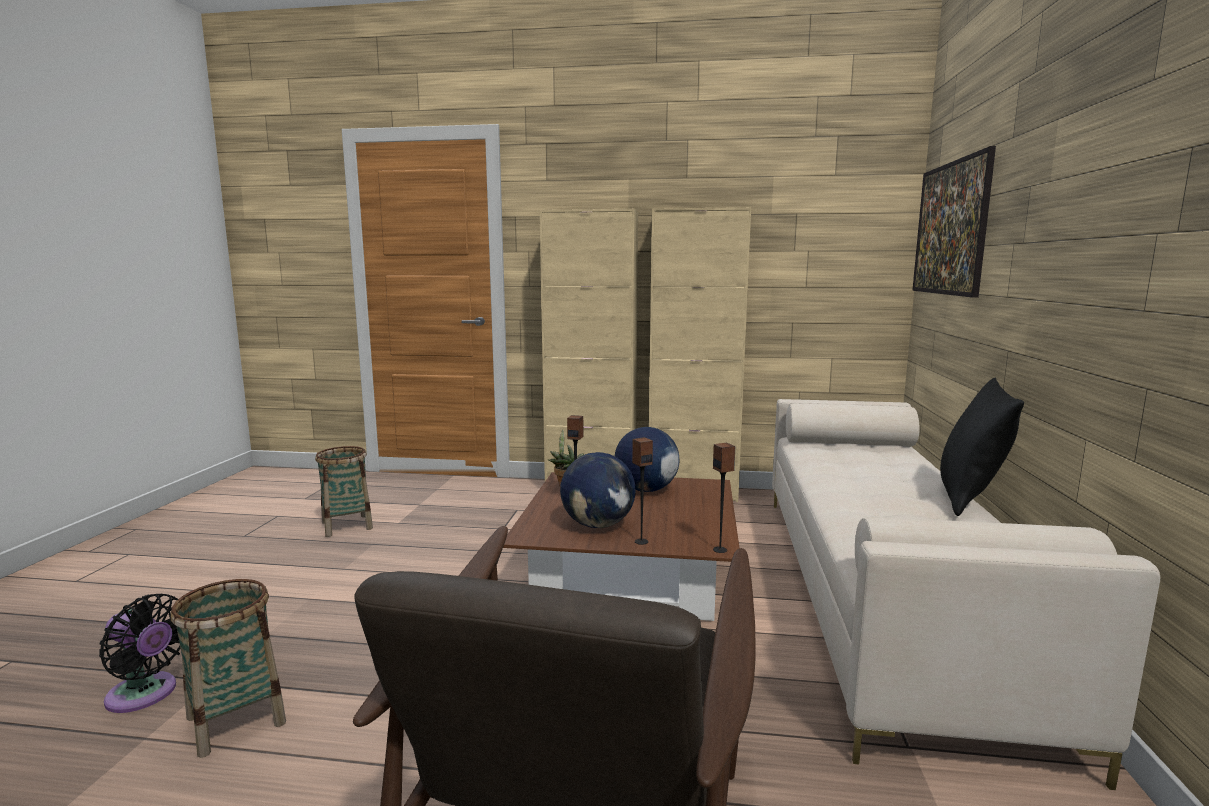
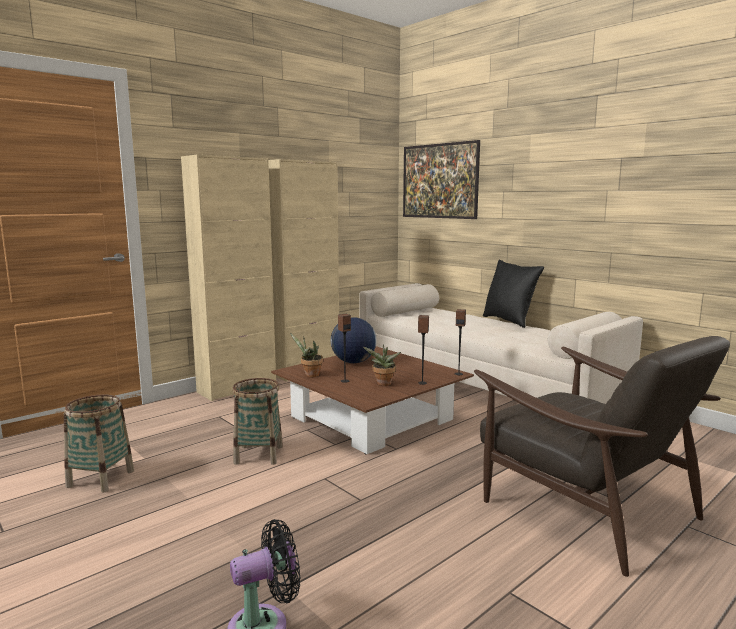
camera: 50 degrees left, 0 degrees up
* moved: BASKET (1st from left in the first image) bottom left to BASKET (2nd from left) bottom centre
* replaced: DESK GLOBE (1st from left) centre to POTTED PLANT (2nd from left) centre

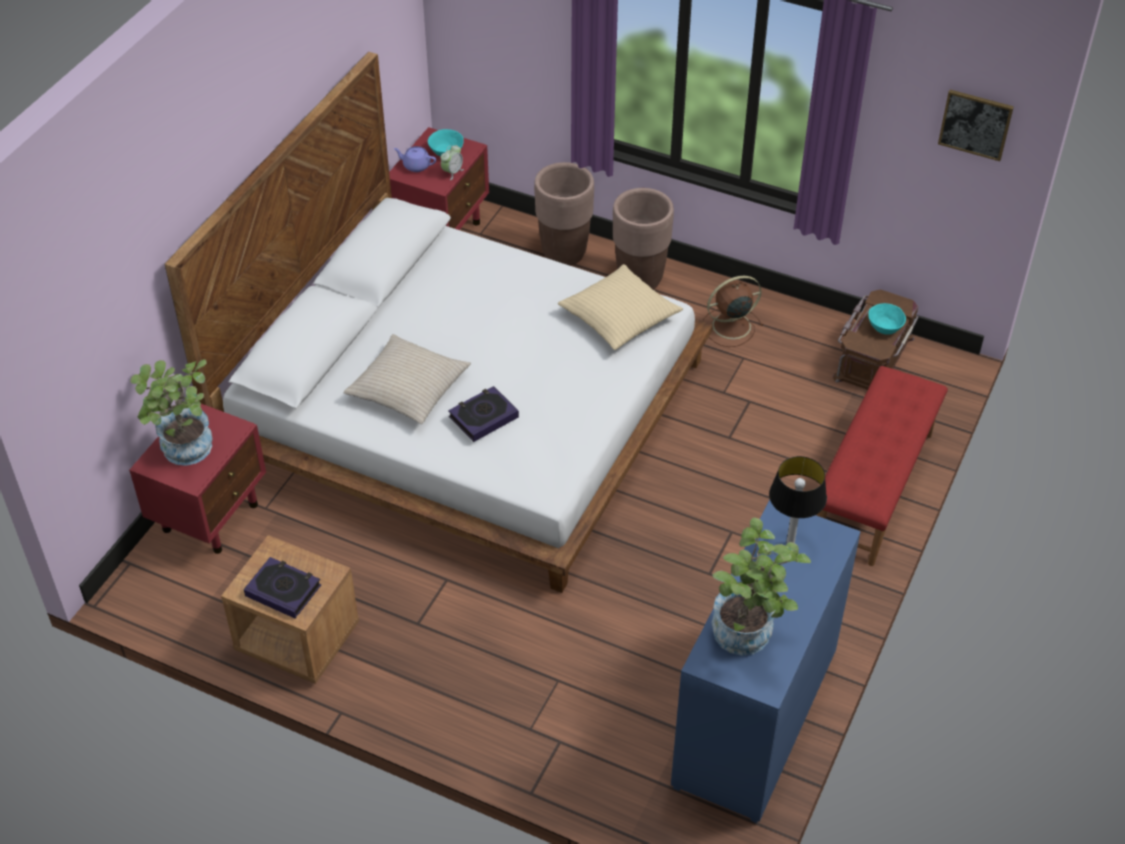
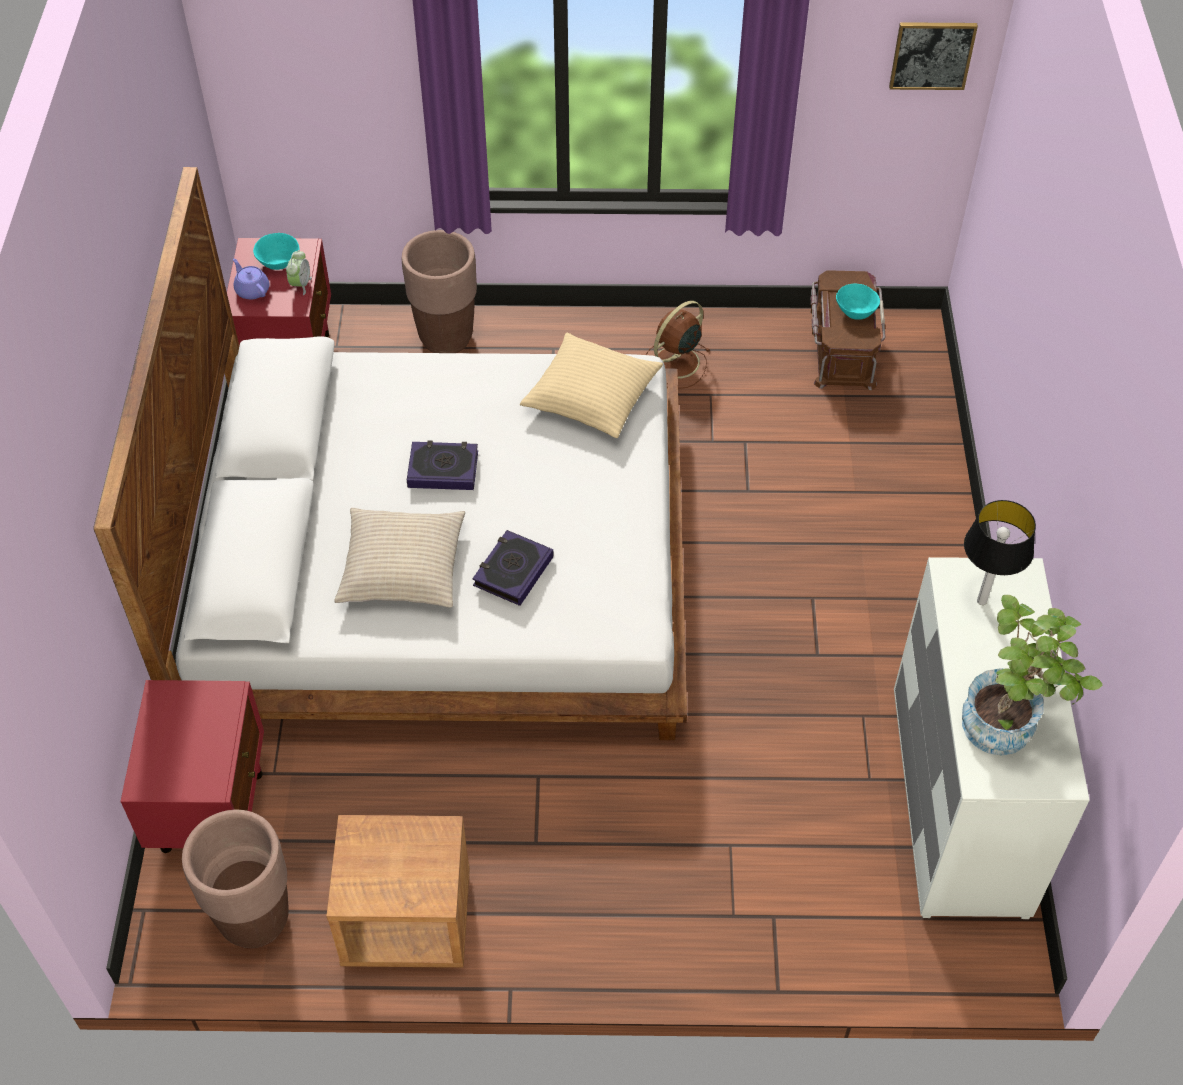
camera: 25 degrees left, 5 degrees up
* moved: BROWN PLANTER (2nd from left in the first image) top centre to BROWN PLANTER (1st from left) bottom left
* turned: PURPLE-COLOURED TEA POT top centre = top left 60 degrees clockwise
* moved: BOOK (1st from left) bottom left to centre
* recoloured: BLUE CHEST OF DRAWERS bottom right to WHITE-COLOURED CHEST OF DRAWERS bottom right
* removed: POTTED PLANT (1st from left) middle left
* removed: REDDISH INDOOR BENCH middle right

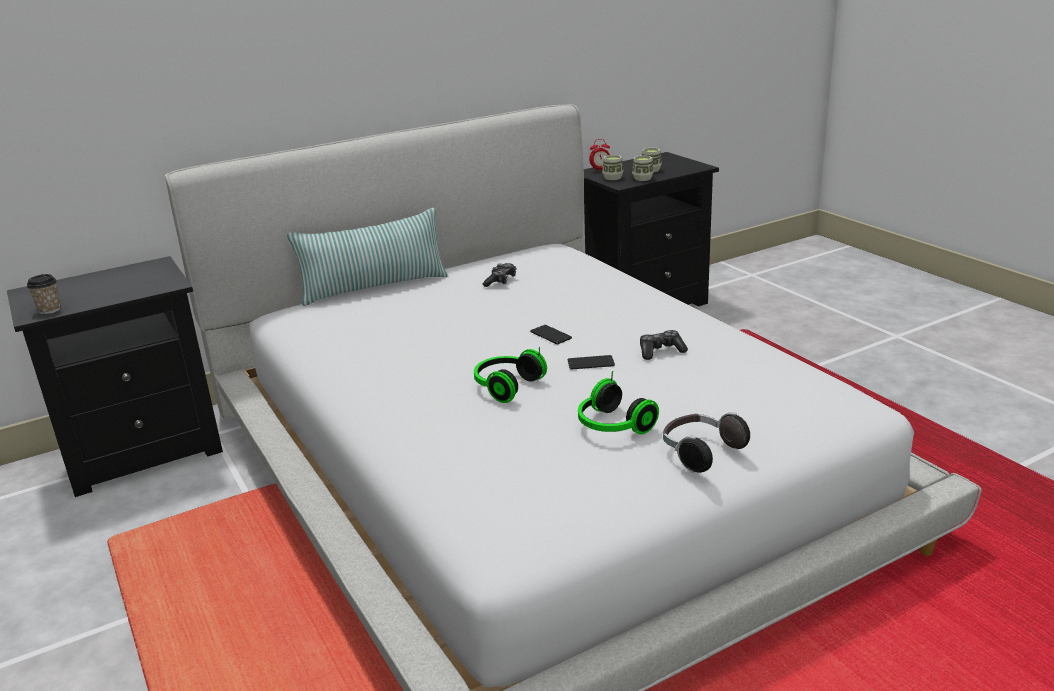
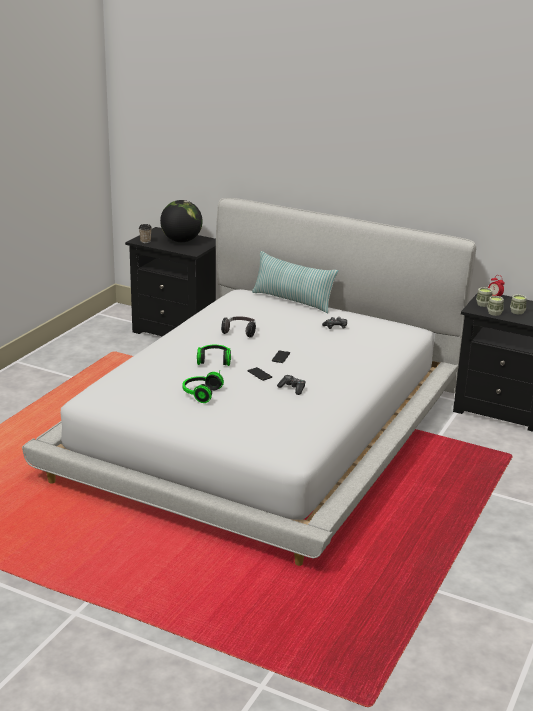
camera: 55 degrees right, 0 degrees up
* added: DESK GLOBE top centre
* moved: HEADSET (3rd from left) middle right to centre

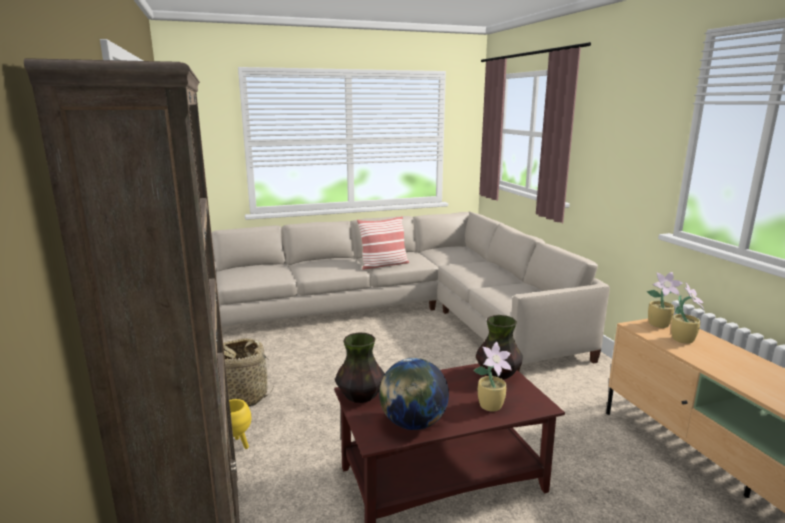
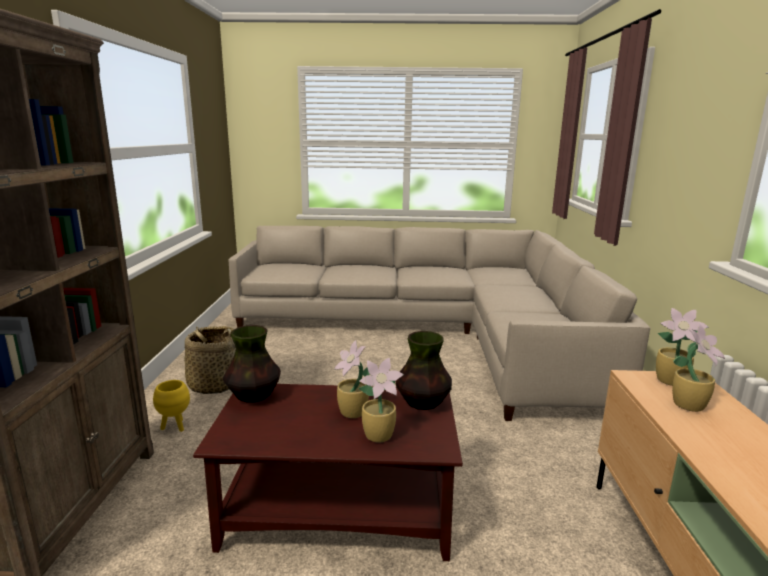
camera: 20 degrees right, 0 degrees up
* added: POTTED PLANT (1st from left) centre
* removed: THROW PILLOW centre
* removed: DESK GLOBE bottom centre

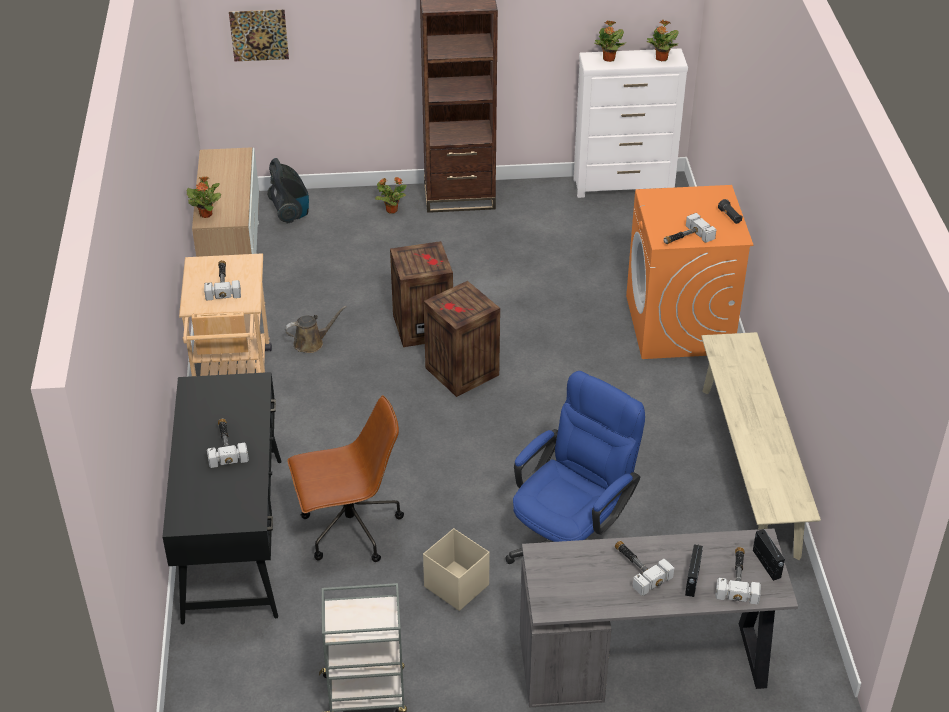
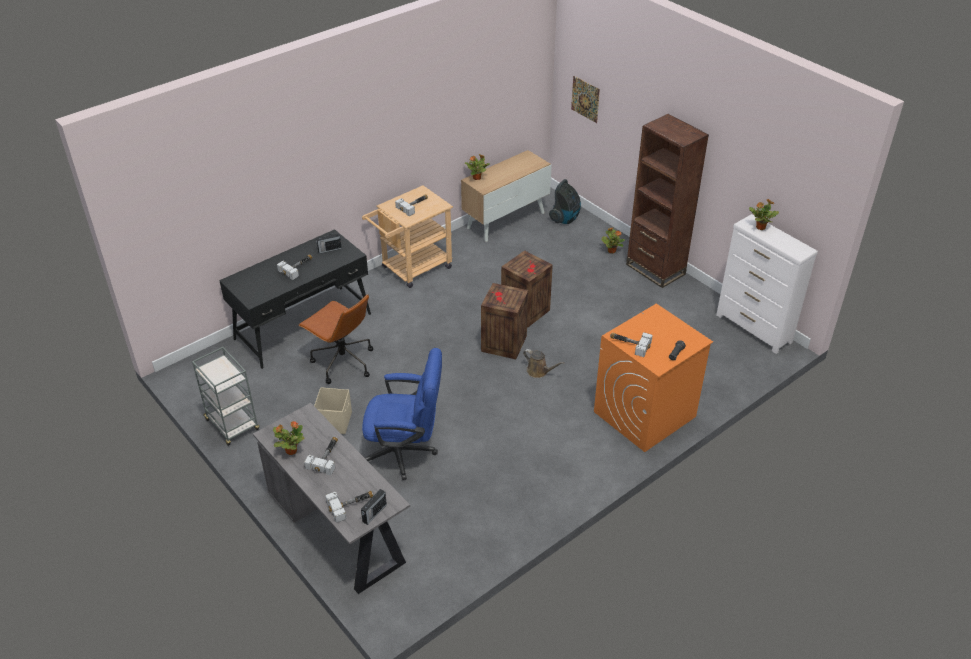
camera: 55 degrees right, 0 degrees up
* moved: POTTED PLANT (4th from left in the first image) top right to POTTED PLANT (1st from left) middle left
* moved: RADIO (1st from left) bottom right to centre
* moved: BROWN WATERING CAN middle left to centre
* removed: BEIGE INDOOR BENCH middle right

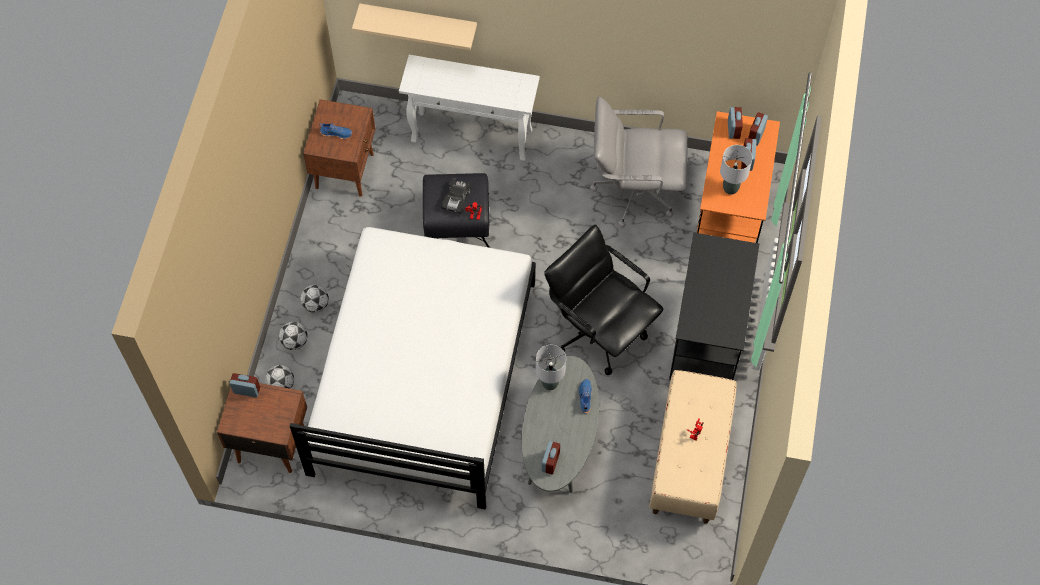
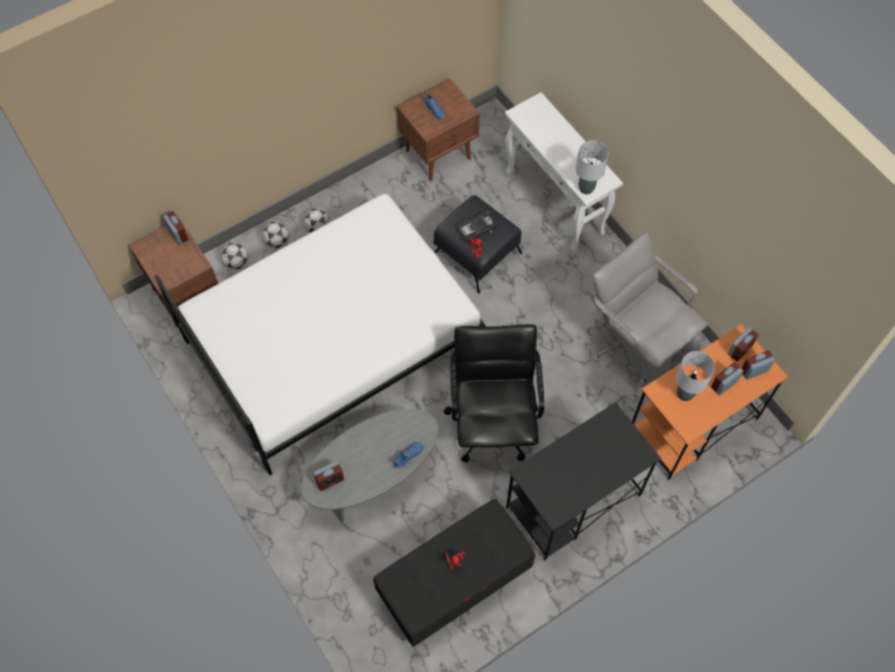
camera: 45 degrees right, 0 degrees up
* recoloured: BEIGE INDOOR BENCH bottom centre to BLACK-COLOURED INDOOR BENCH bottom centre
* moved: GREYISH TABLE LAMP (1st from left) centre to top centre
* removed: BEIGE SHELF top centre

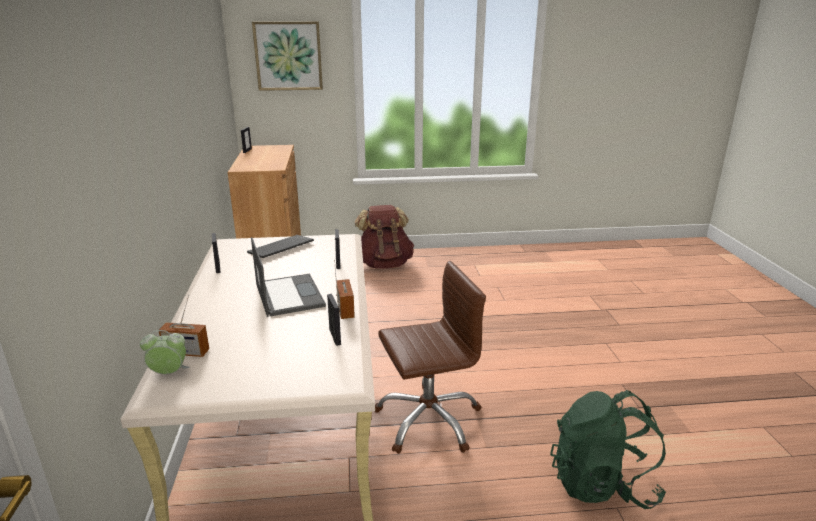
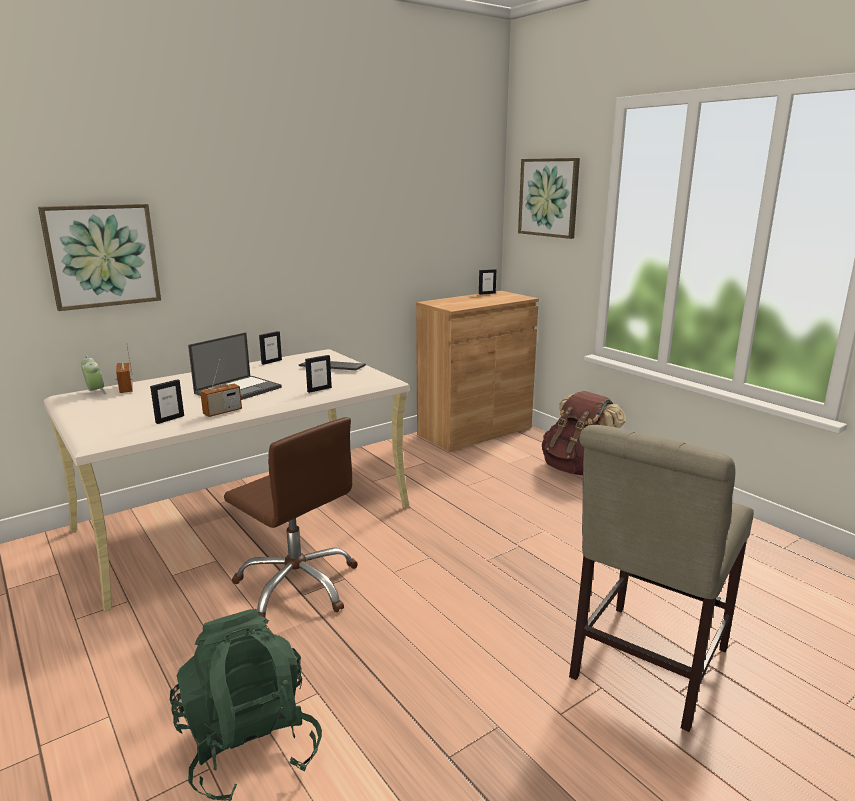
camera: 60 degrees right, 5 degrees down
* added: PICTURE (1st from left) top left
* added: BEIGE PLAIN CHAIR bottom right

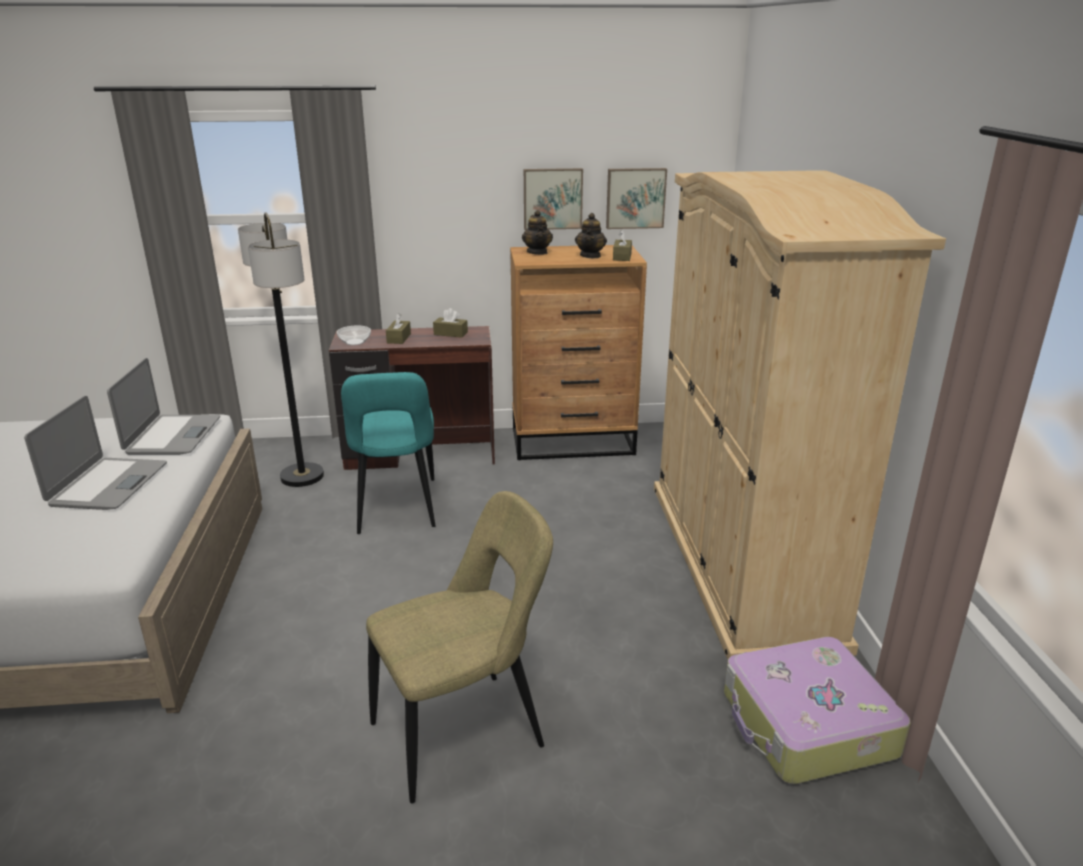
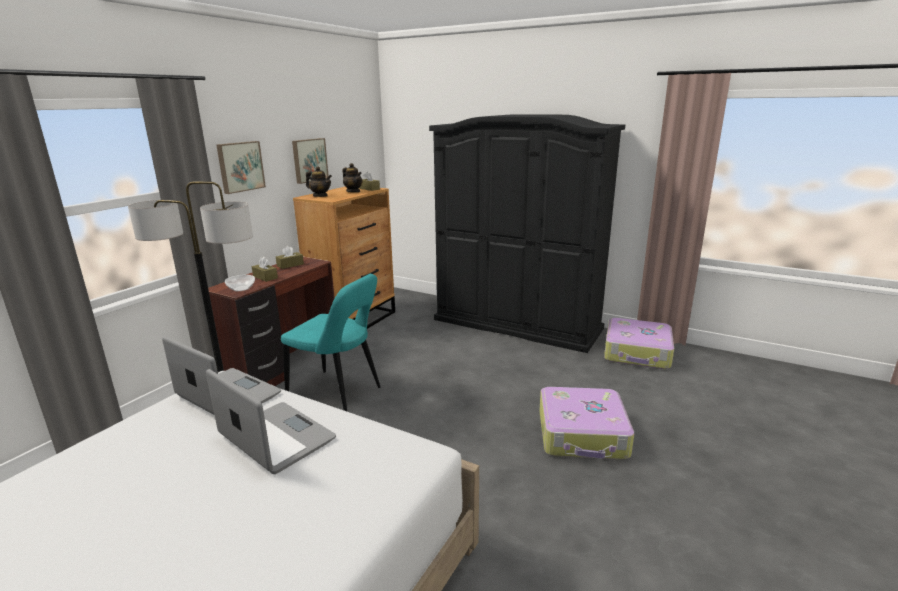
camera: 55 degrees left, 5 degrees down
* moved: PICTURE (2nd from left in the first image) top centre to PICTURE (1st from left) top left
* recoloured: BEIGE CLOTHES CUPBOARD middle right to BLACK-COLOURED CLOTHES CUPBOARD centre
* replaced: BEIGE PLAIN CHAIR bottom centre to PIECE OF LUGGAGE (1st from left) bottom centre

